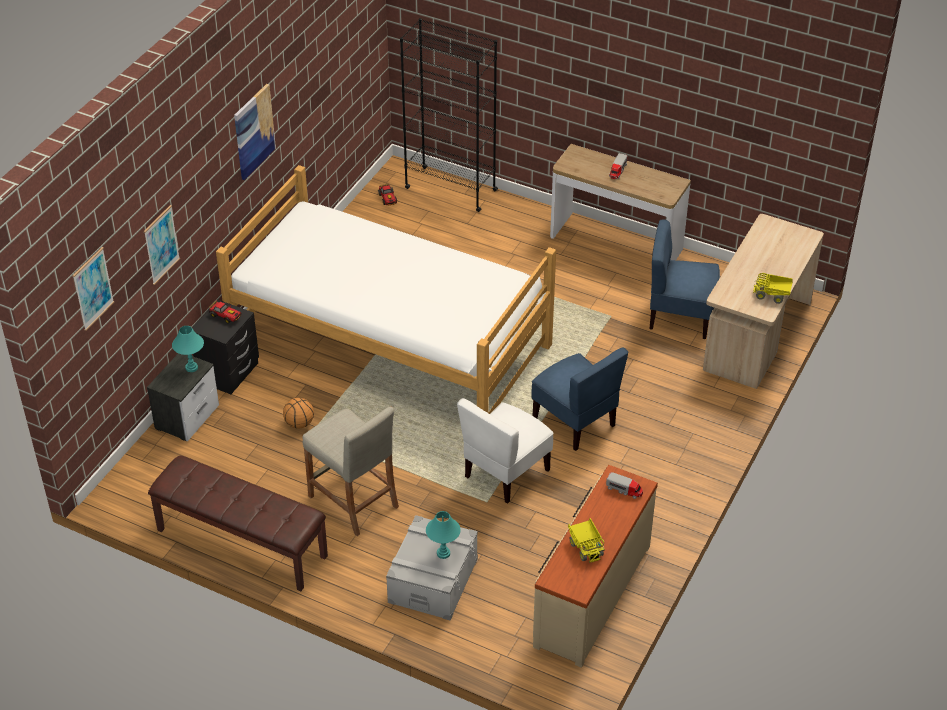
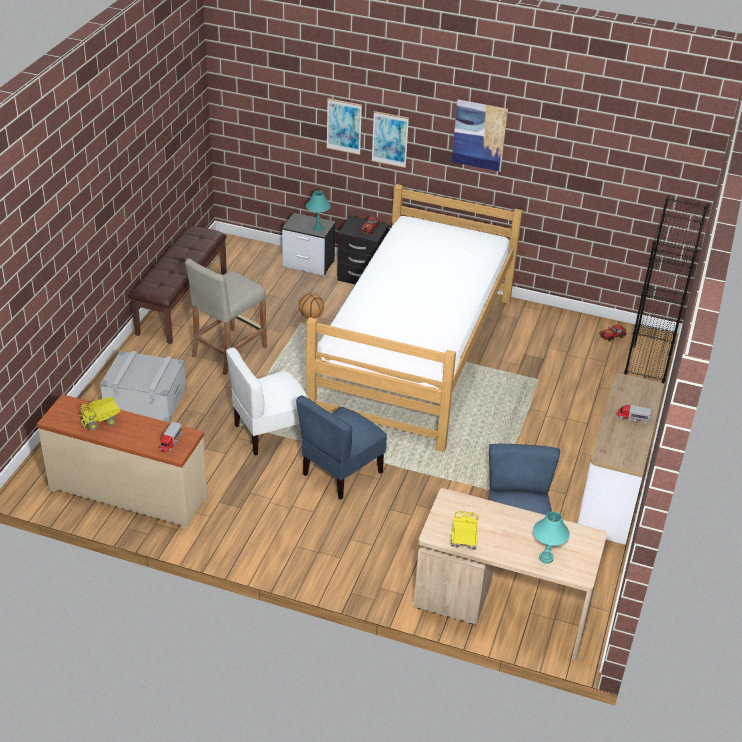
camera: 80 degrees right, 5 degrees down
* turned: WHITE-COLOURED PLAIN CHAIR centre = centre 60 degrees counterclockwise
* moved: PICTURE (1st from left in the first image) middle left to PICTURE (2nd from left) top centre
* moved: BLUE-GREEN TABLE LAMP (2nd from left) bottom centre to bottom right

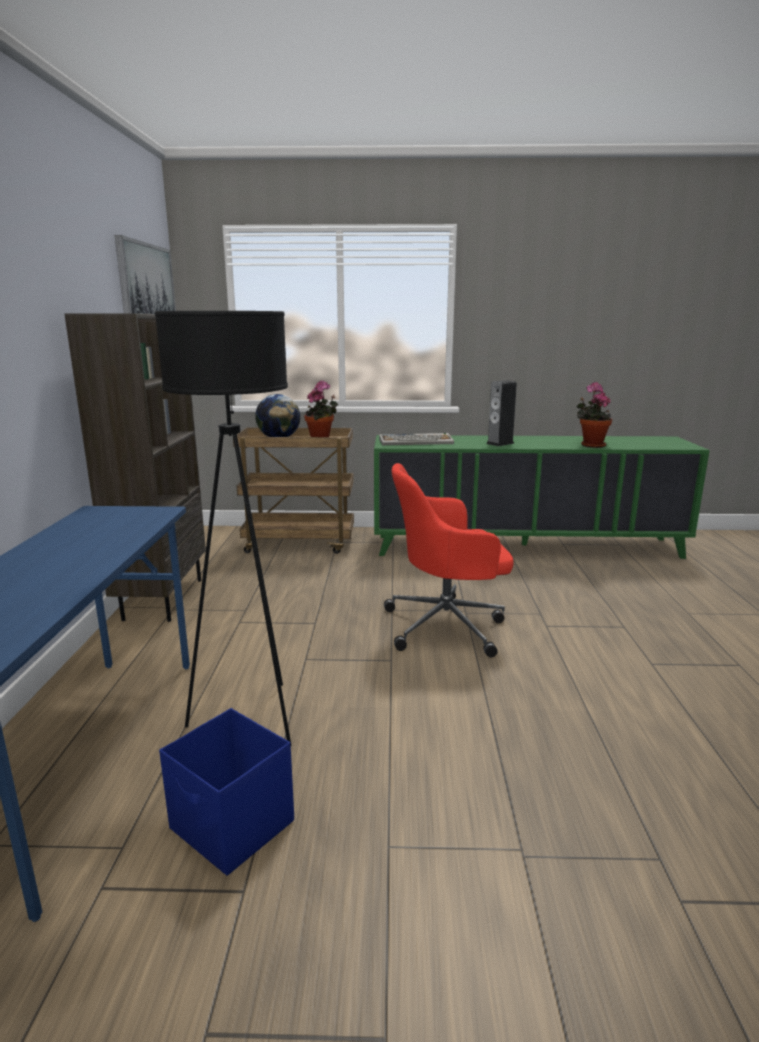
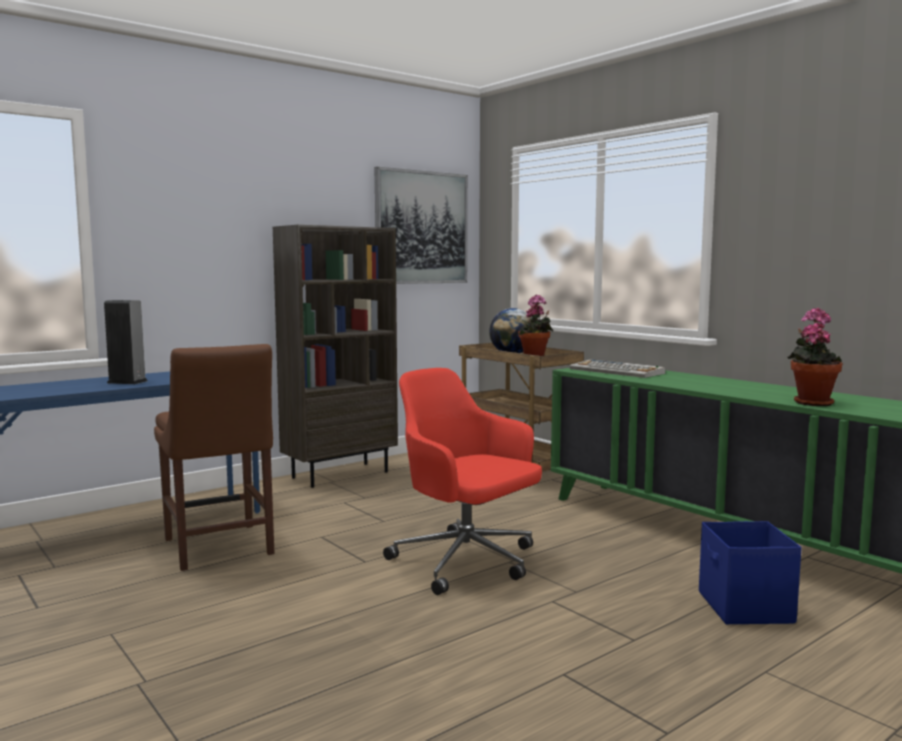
camera: 50 degrees right, 10 degrees down
* moved: LOUDSPEAKER centre to middle left
* replaced: BLACK-COLOURED STANDING LAMP middle left to BROWN PLAIN CHAIR middle left
* moved: BLUE STORAGE CONTAINER bottom left to bottom right

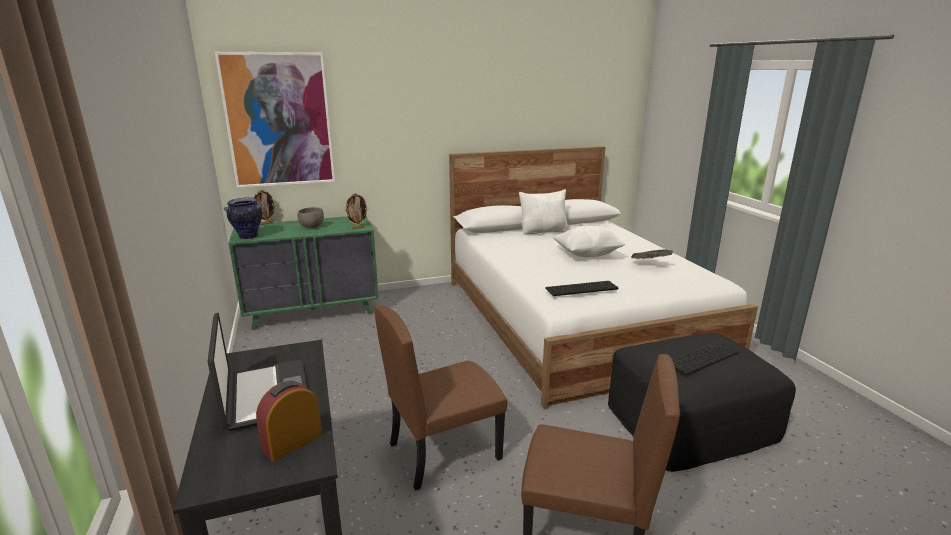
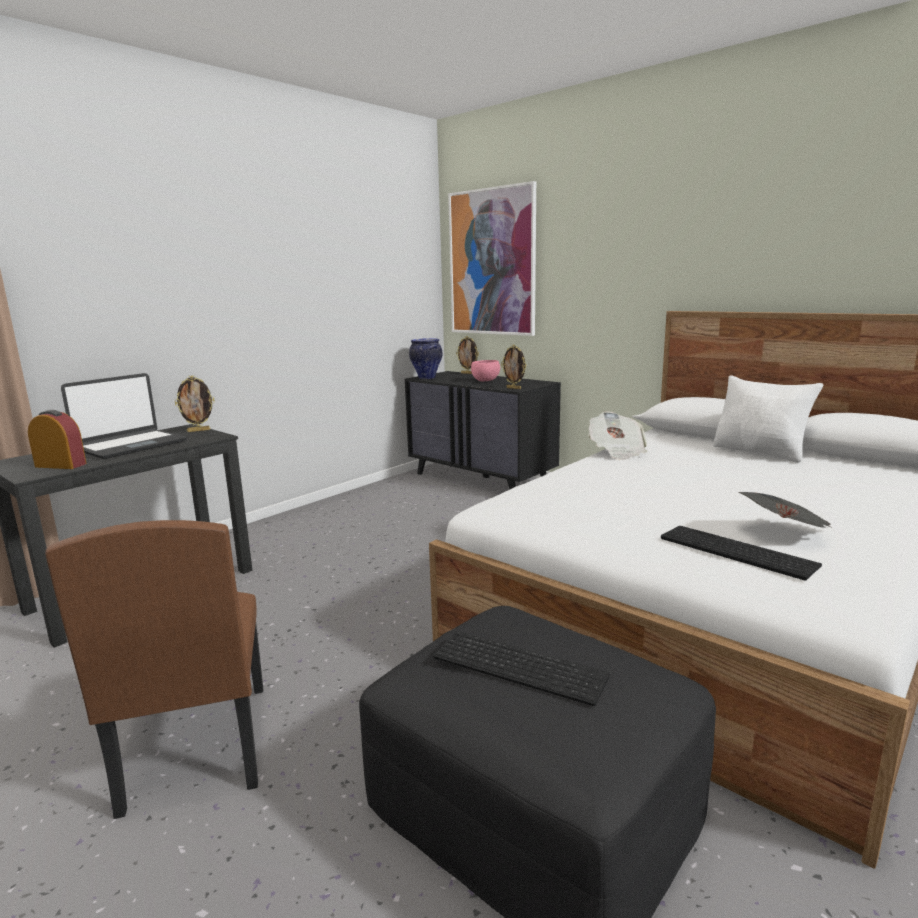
camera: 60 degrees right, 5 degrees down
* added: PICTURE FRAME (1st from left) middle left
* recoloured: GREENISH CHEST OF DRAWERS middle left to BLACK-COLOURED CHEST OF DRAWERS centre
* recoloured: GREYISH BOWL middle left to PINKISH BOWL centre
* added: PRINTED PAPER (1st from left) middle right
* moved: COMPUTER KEYBOARD (1st from left in the first image) centre to COMPUTER KEYBOARD (2nd from left) middle right
* removed: BROWN PLAIN CHAIR (1st from left) bottom centre
* removed: WHITE-COLOURED THROW PILLOW (2nd from left) centre

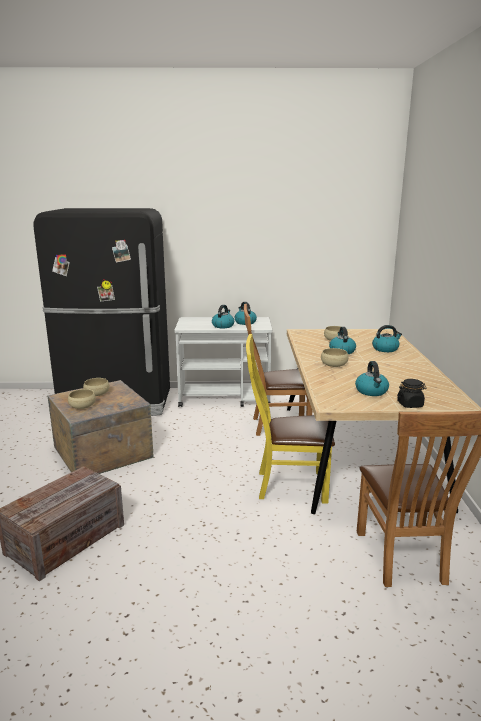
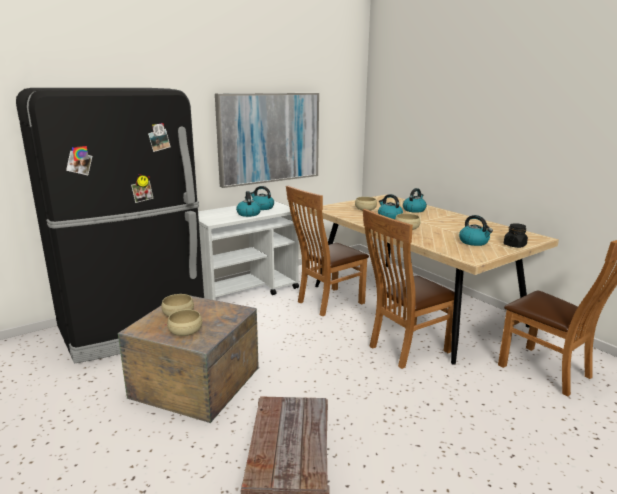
camera: 35 degrees left, 0 degrees up
* added: PICTURE top centre
* recoloured: YELLOWISH PLAIN CHAIR centre to BROWN PLAIN CHAIR (2nd from left) centre

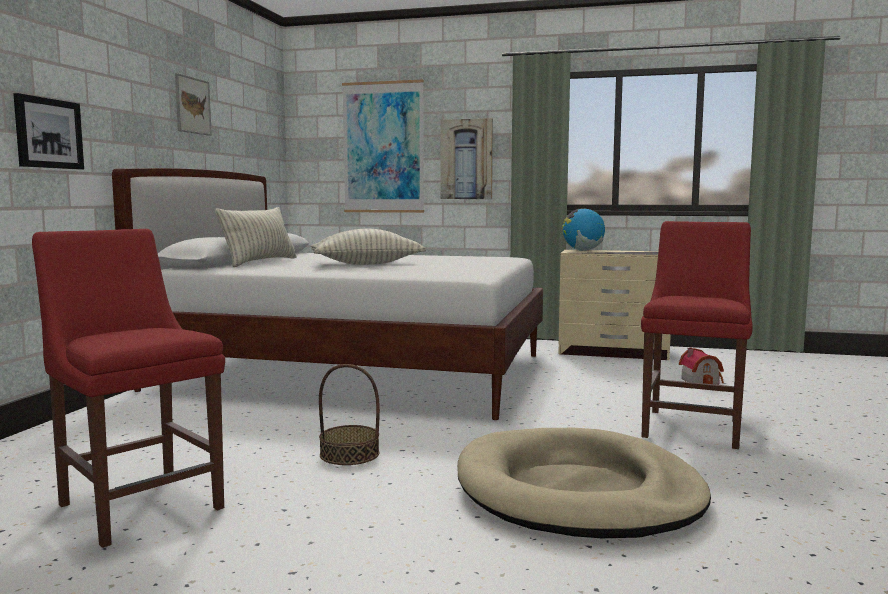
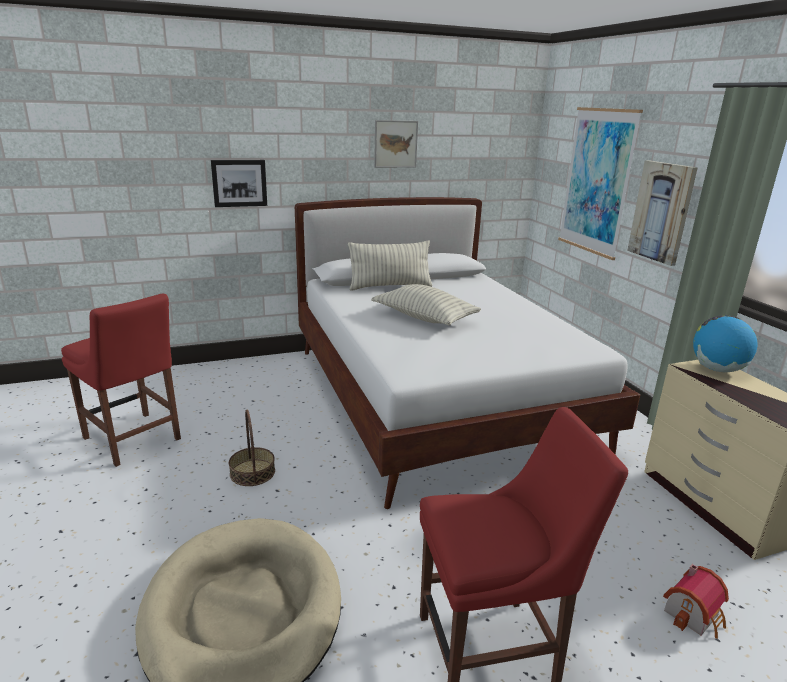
camera: 55 degrees right, 15 degrees up
* turned: REDDISH PLAIN CHAIR (1st from left) middle left = middle left 120 degrees clockwise

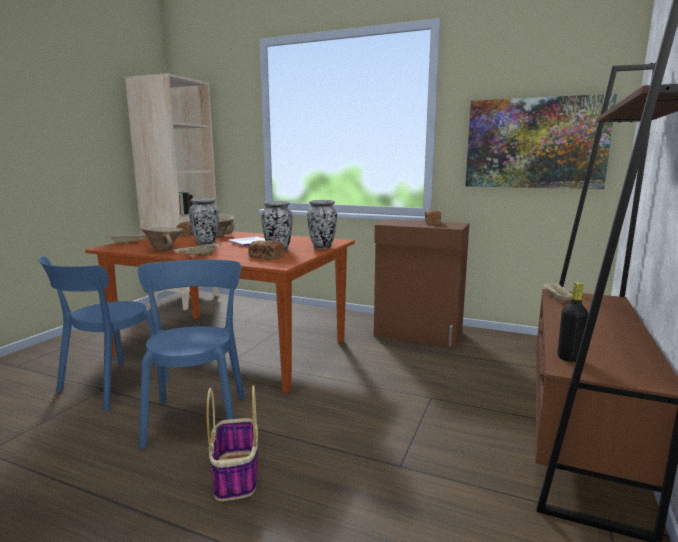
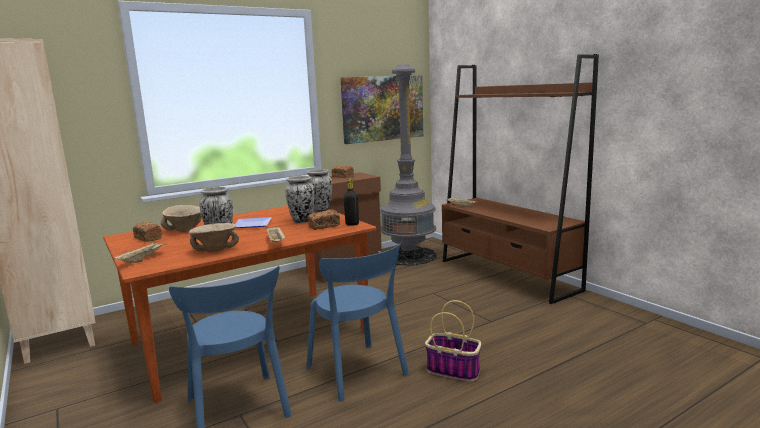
camera: 55 degrees left, 0 degrees up
* turned: BLUE PLAIN CHAIR (2nd from left) middle left = bottom centre 150 degrees counterclockwise
* moved: BLACK-COLOURED BOTTLE middle right to centre
* added: GREYISH STANDING LAMP centre

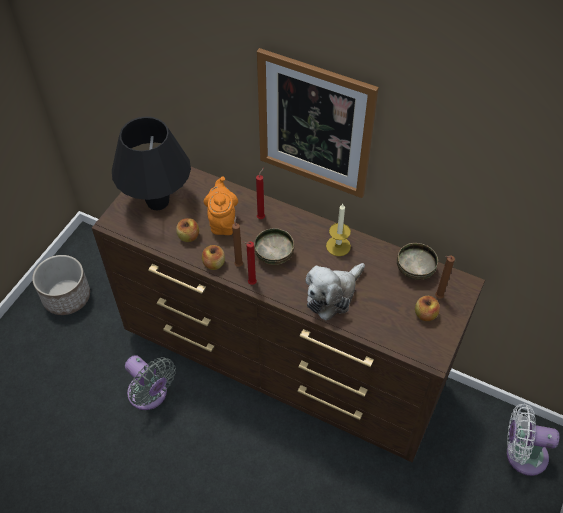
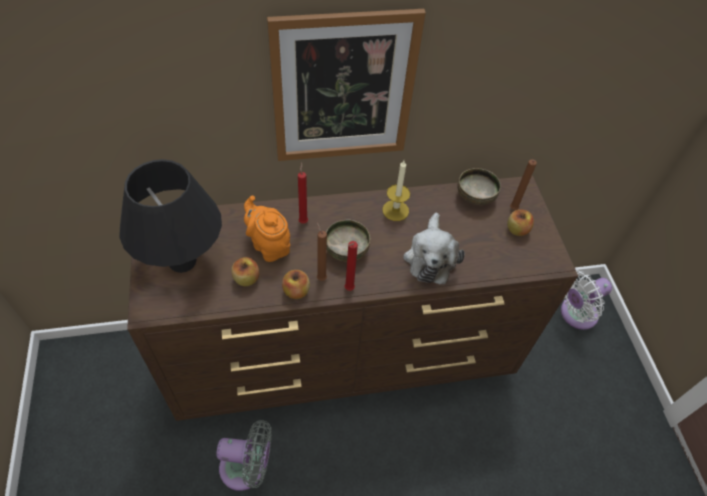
camera: 40 degrees left, 0 degrees up
* removed: PLANTER middle left

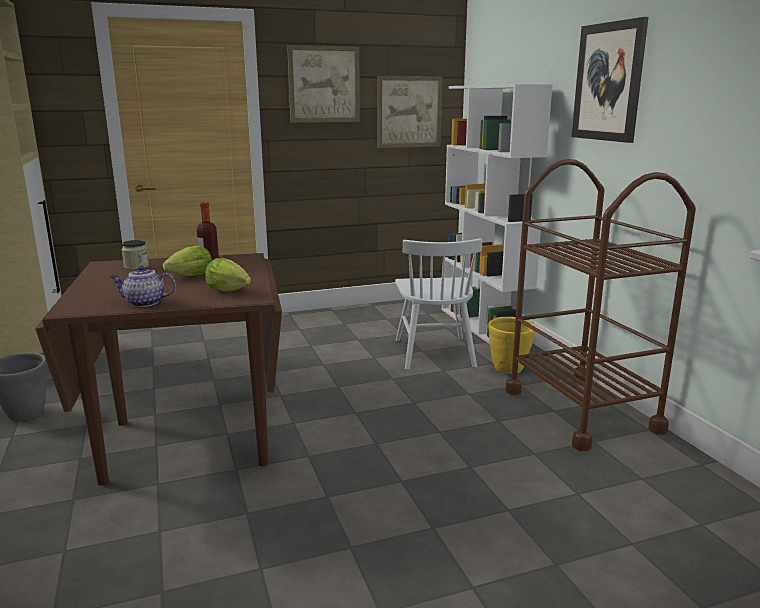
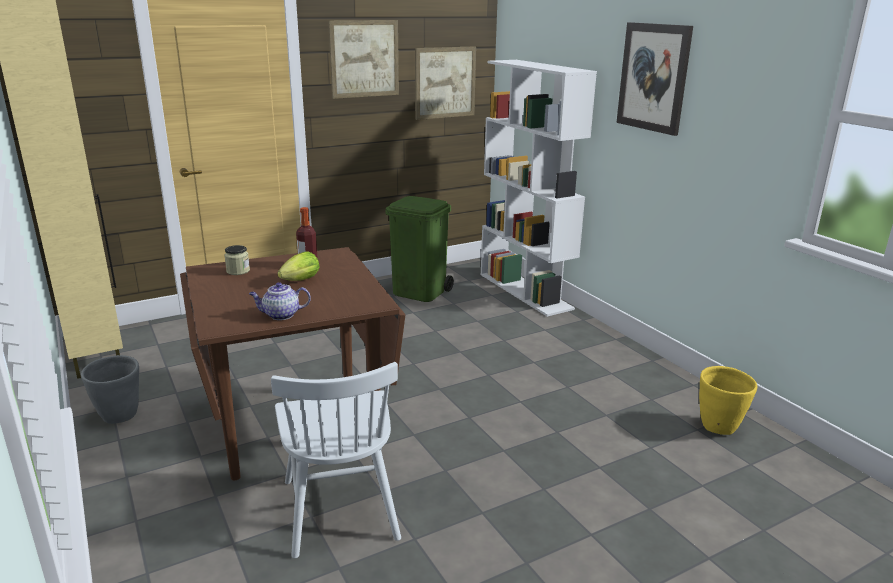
camera: 10 degrees left, 5 degrees up
* moved: WHITE-COLOURED PLAIN CHAIR centre to bottom centre
* added: GREENISH TRASH CAN centre
* moved: YELLOWISH PLANTER middle right to bottom right
* removed: LETTUCE HEAD (2nd from left) middle left
* removed: BROWN TROLLEY middle right

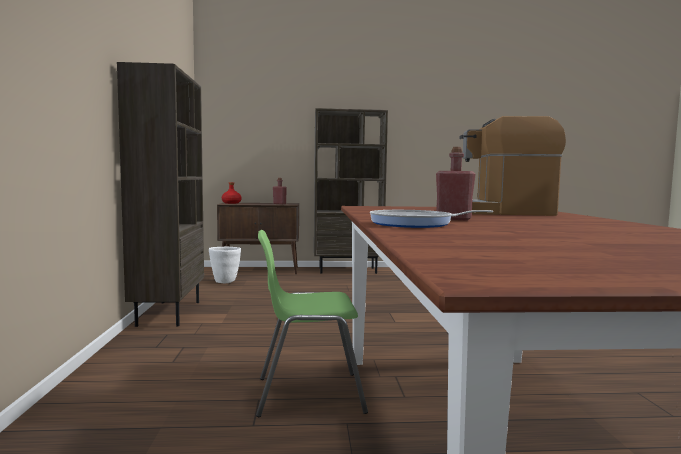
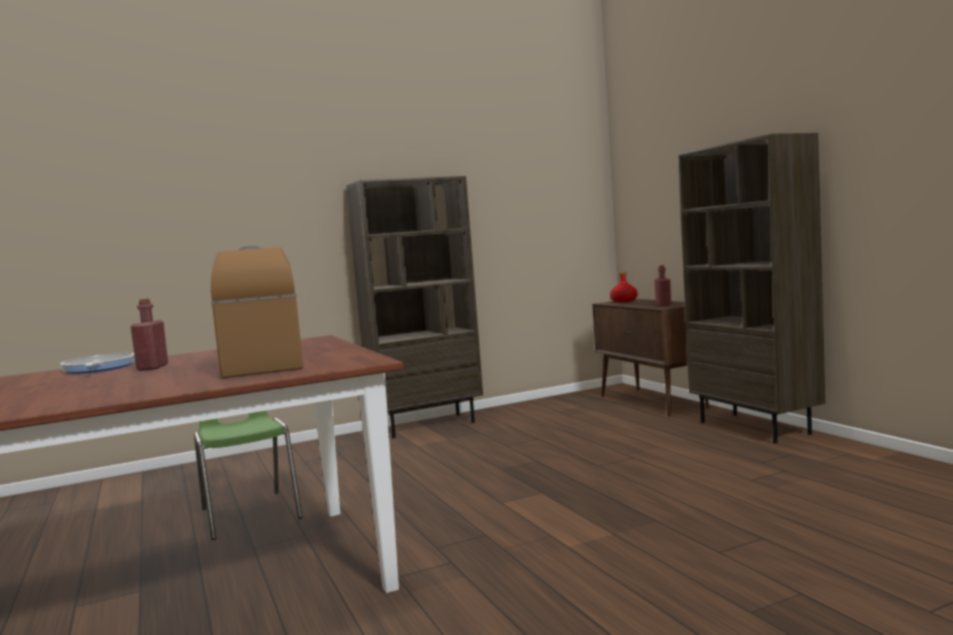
camera: 70 degrees right, 0 degrees up
* removed: WHITE-COLOURED PLANTER middle left

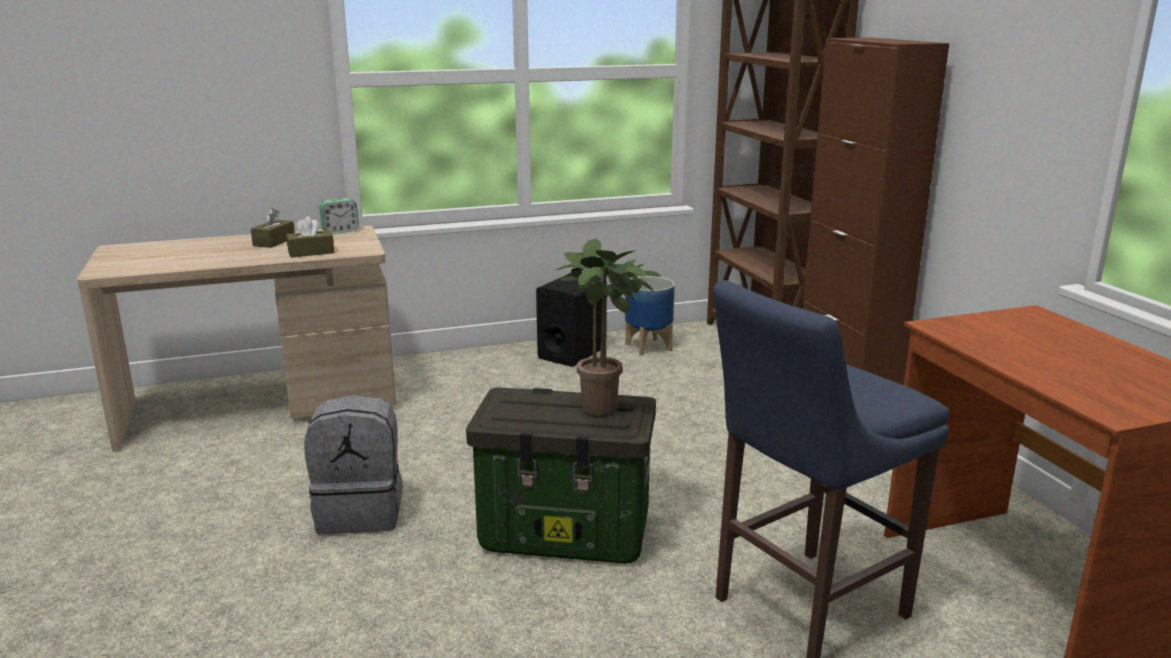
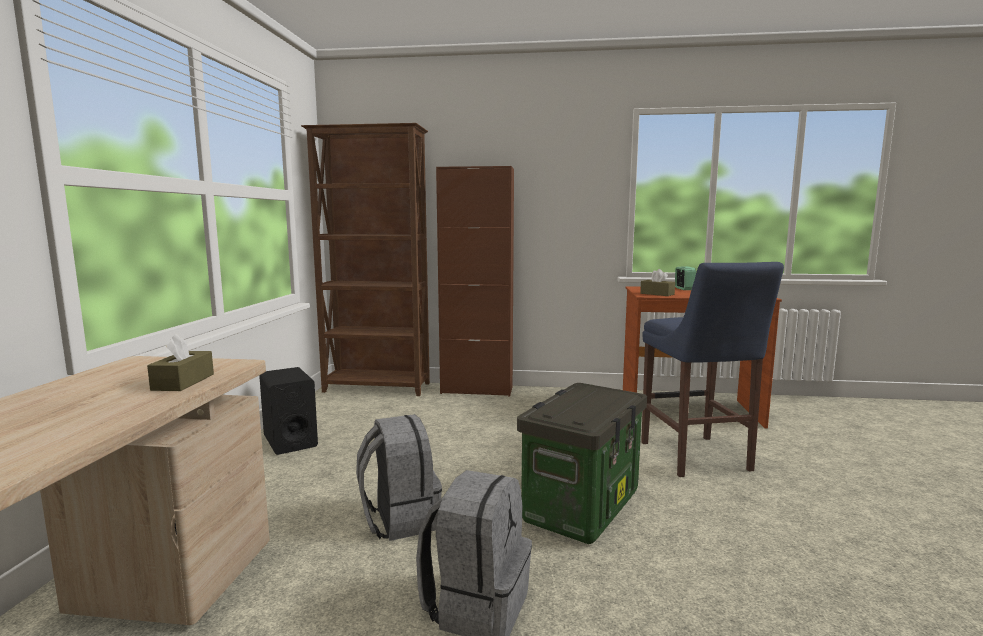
camera: 65 degrees left, 10 degrees down
* added: GREYISH RUCKSACK (1st from left) bottom centre
* moved: BROWN BOX OF TISSUES (1st from left in the first image) middle left to BROWN BOX OF TISSUES (2nd from left) middle right
* moved: BEDSIDE CLOCK top left to middle right
* removed: POTTED PLANT centre
* removed: PLANTER centre

